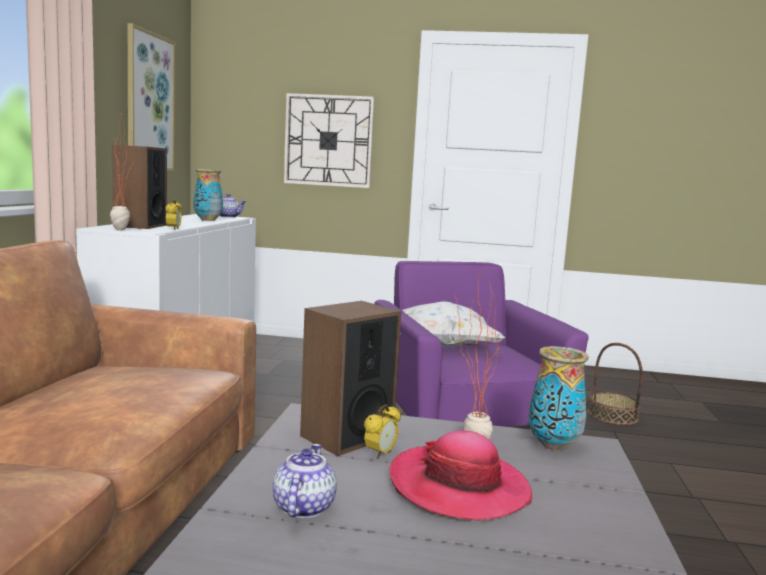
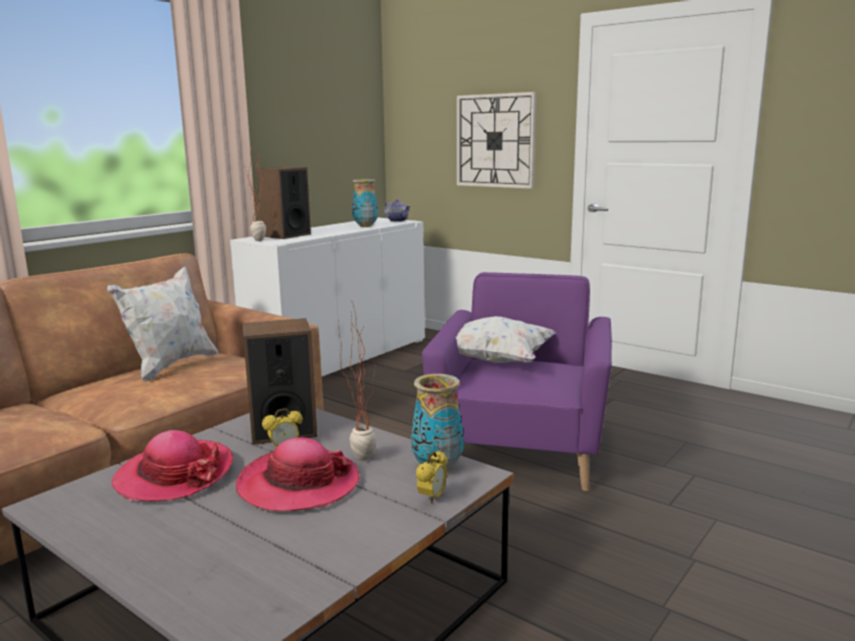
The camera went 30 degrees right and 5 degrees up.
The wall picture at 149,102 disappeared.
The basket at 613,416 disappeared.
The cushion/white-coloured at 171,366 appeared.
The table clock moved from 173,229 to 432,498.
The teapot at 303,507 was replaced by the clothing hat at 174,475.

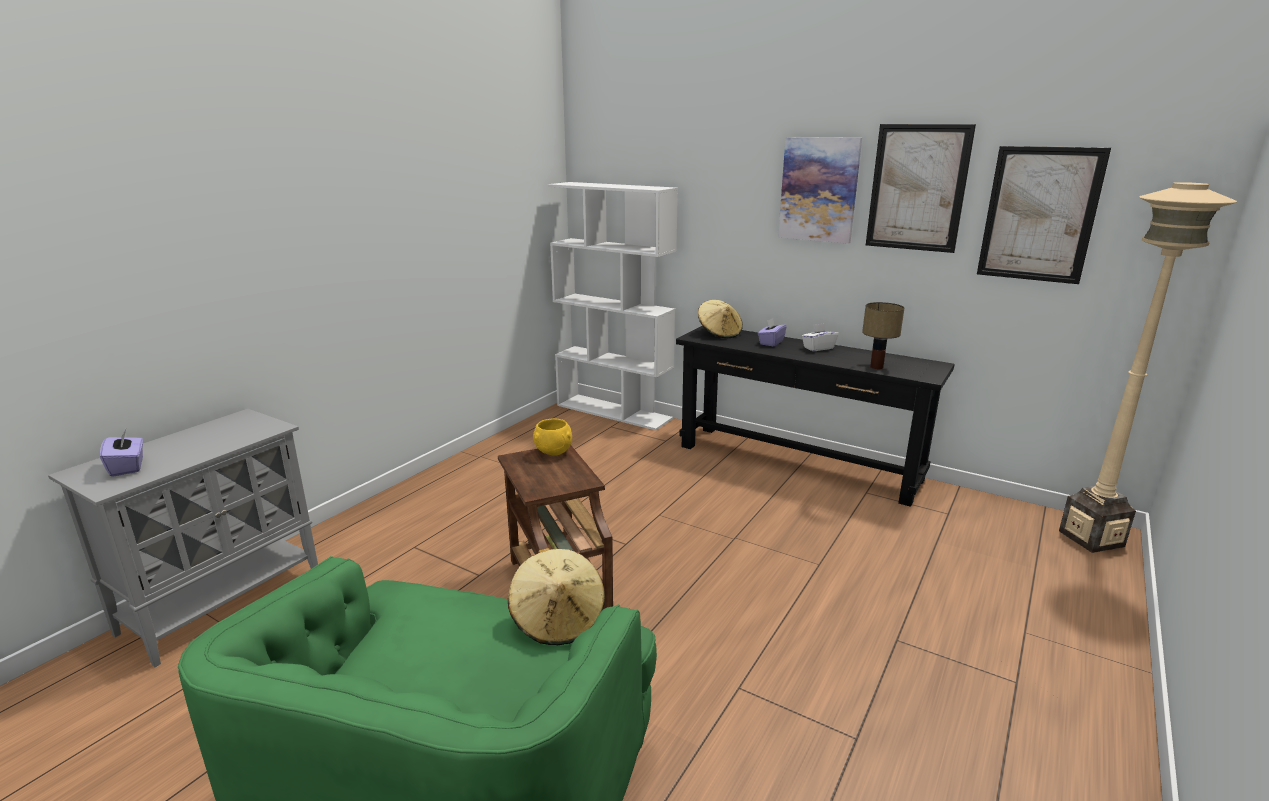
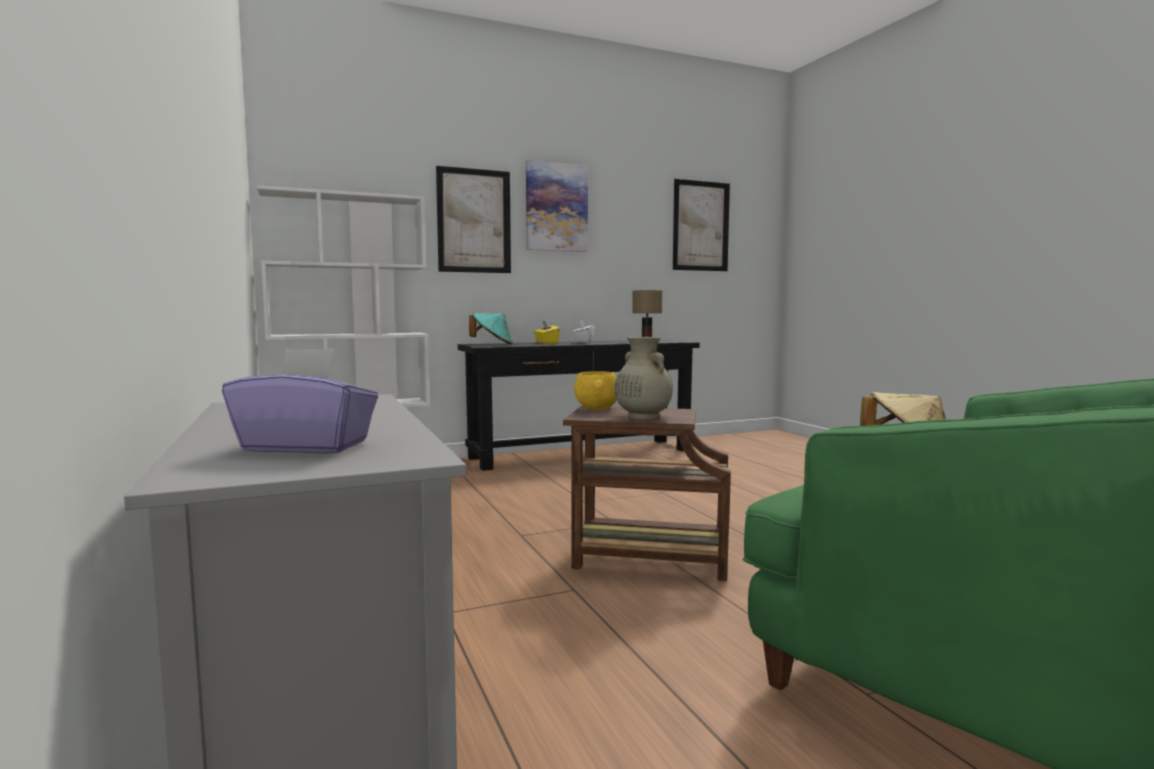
The camera went 55 degrees left and 15 degrees down.
The floor lamp/sand-coloured at 1091,538 disappeared.
The decorative vase/sand-coloured at 642,417 appeared.
The wall picture moved from 917,188 to 474,221.
The clothing hat/sand-coloured at 719,333 became the clothing hat/blue-green at 492,344.
The box of tissues/purple-coloured at 771,342 became the box of tissues/yellow at 546,343.

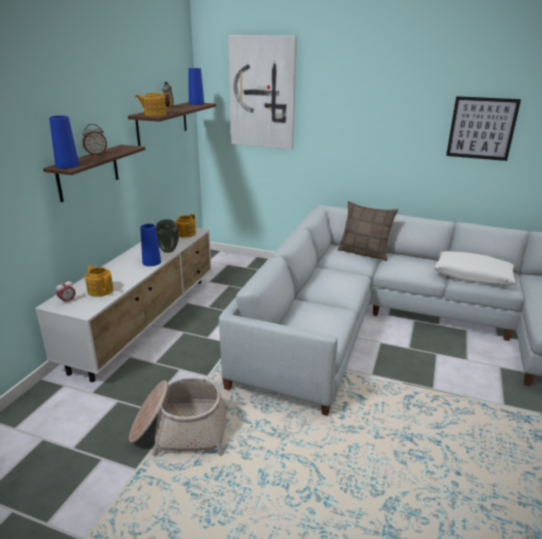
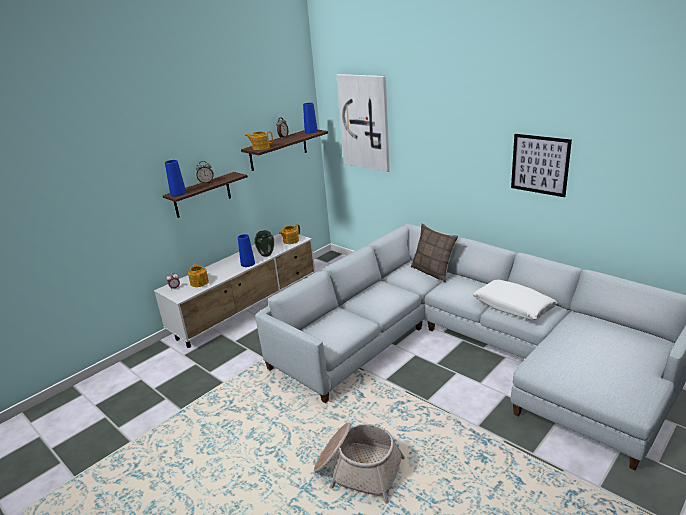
The camera went 25 degrees right and 0 degrees up.
The basket moved from 180,430 to 358,469.

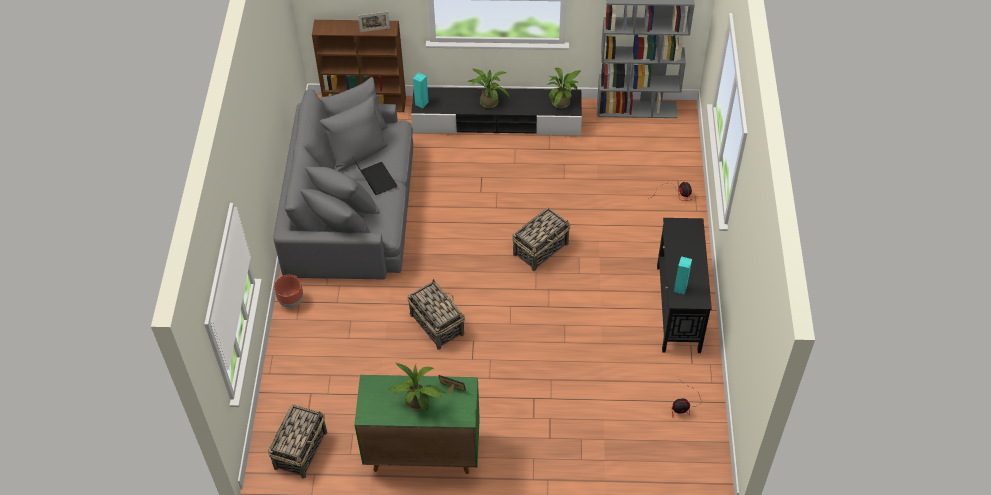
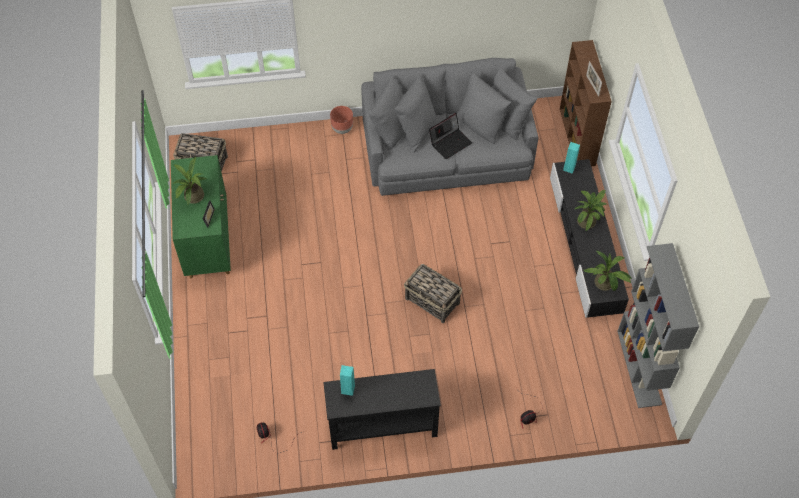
The camera went 80 degrees right and 5 degrees up.
The basket at 436,324 disappeared.

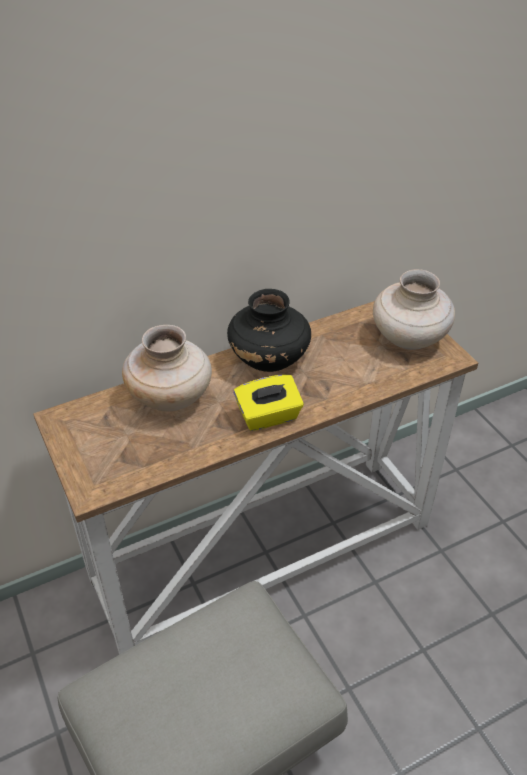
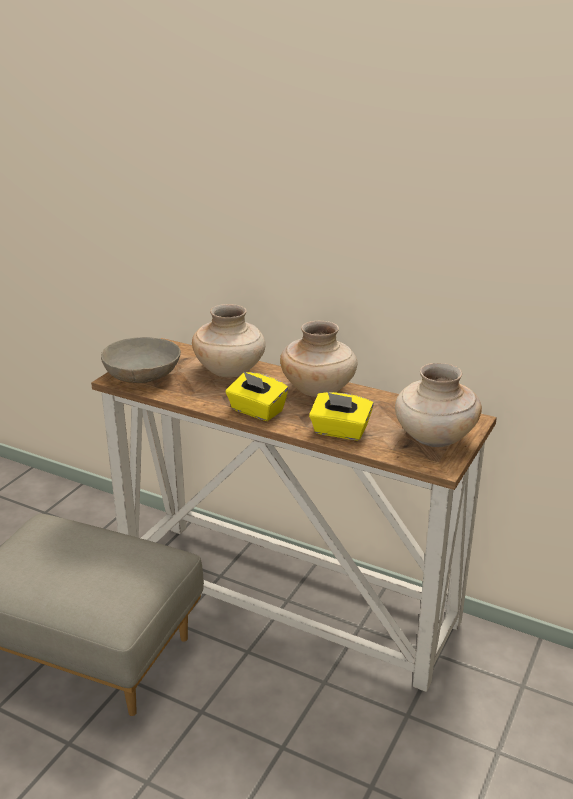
The camera went 55 degrees right and 15 degrees down.
The bowl/greyish at 143,375 appeared.
The box of tissues/yellow at 340,431 appeared.
The decorative vase/blackish at 269,360 became the decorative vase/sand-coloured at 318,390.

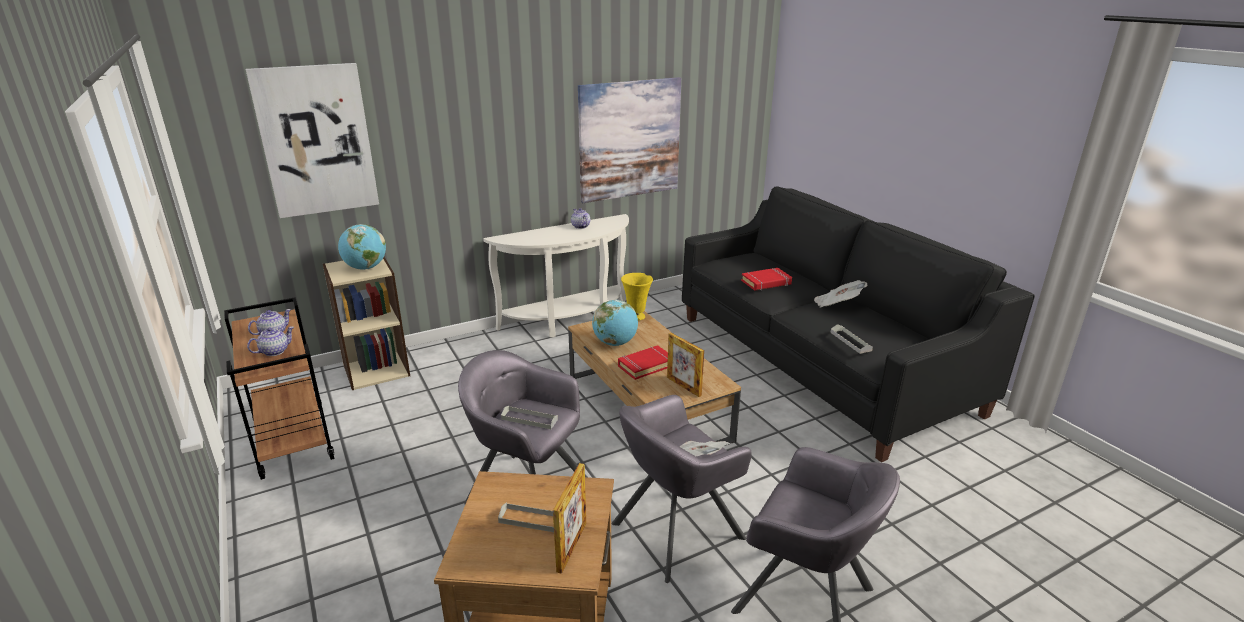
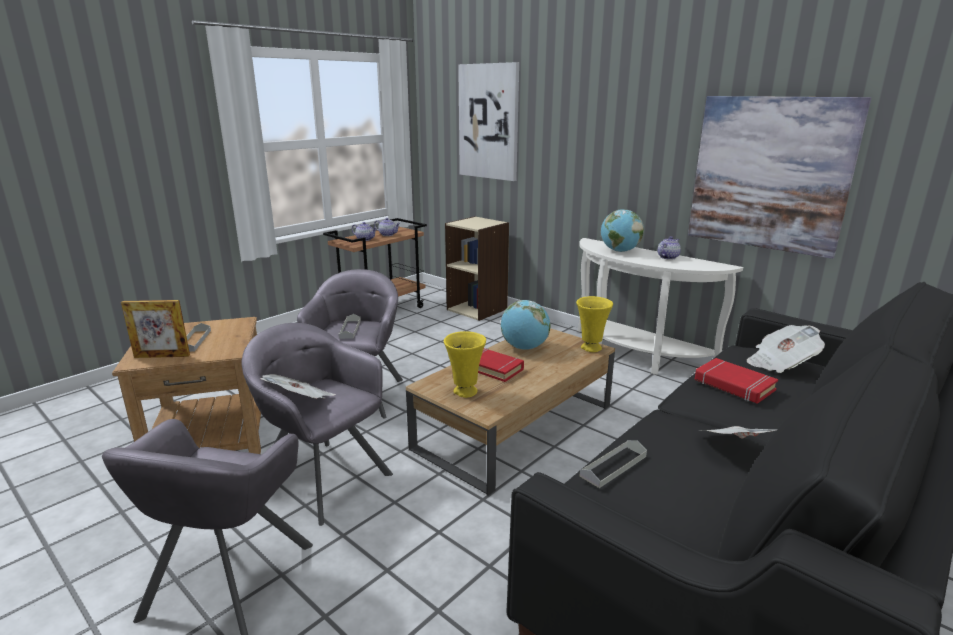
The camera went 70 degrees right and 5 degrees down.
The newspaper at 780,364 appeared.
The desk globe moved from 365,268 to 619,251.
The photo frame at 683,386 was replaced by the decorative vase/yellow at 465,392.

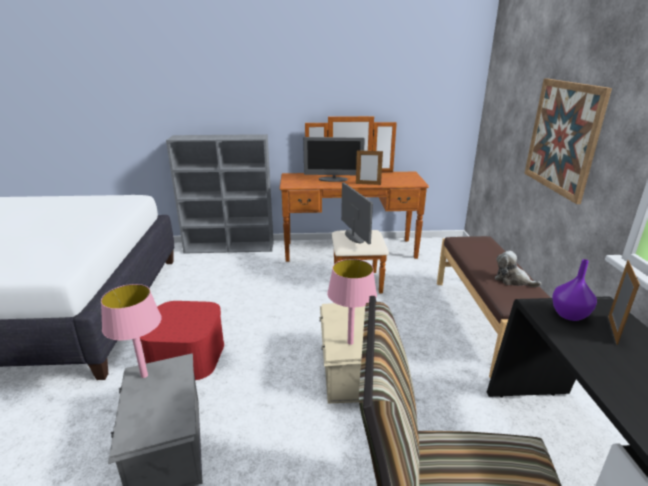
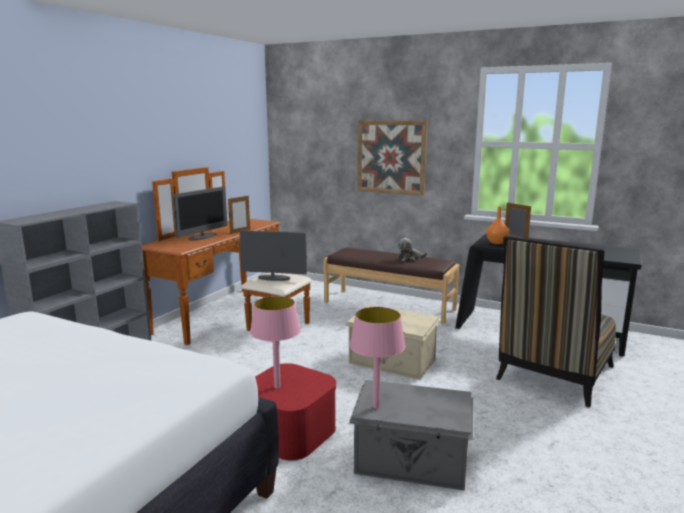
The camera went 60 degrees left and 10 degrees down.
The tabletop lamp/pink-coloured moved from 350,342 to 277,386.
The decorative vase/purple-coloured at 568,315 became the decorative vase/orangey at 497,242.

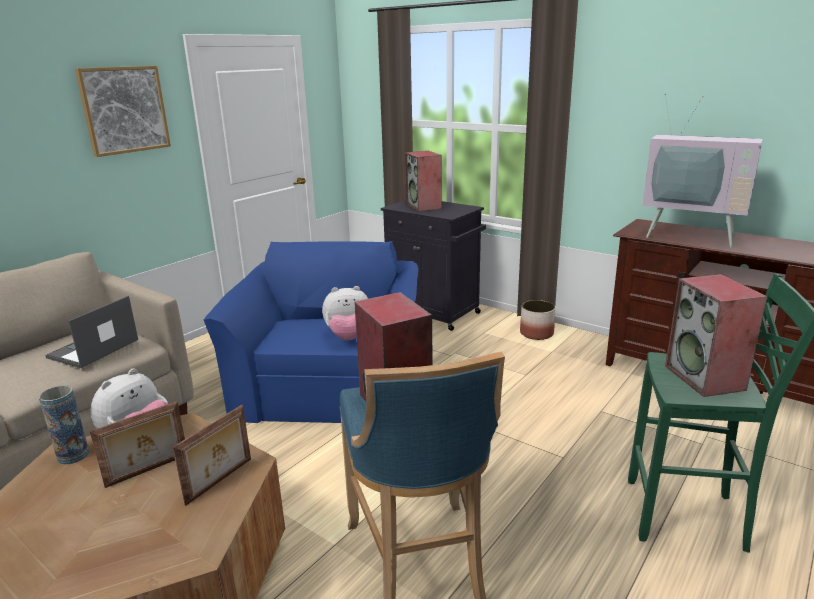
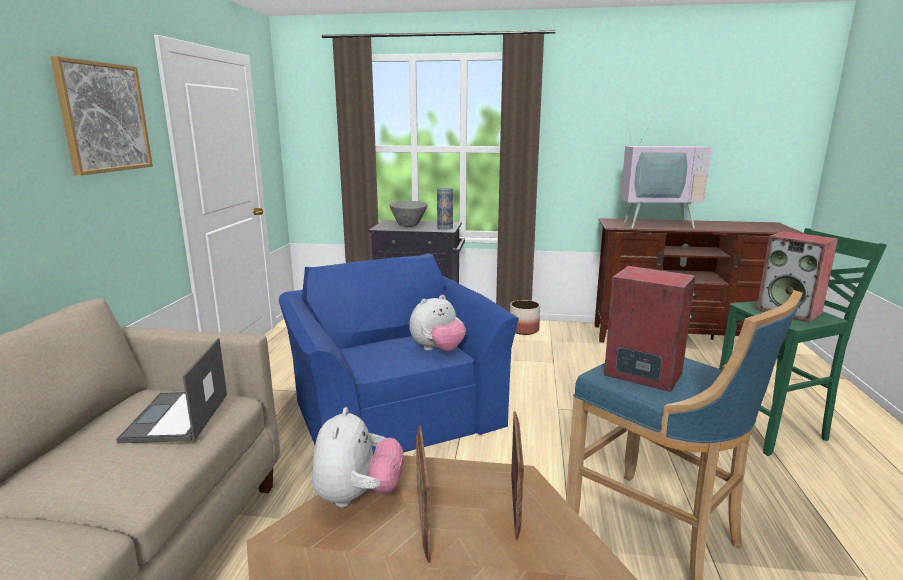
The camera went 30 degrees left and 5 degrees down.
The decorative vase moved from 73,455 to 445,228.
The speaker at 424,206 was replaced by the bowl/greyish at 409,225.
The photo frame at 148,471 turned 150 degrees clockwise.

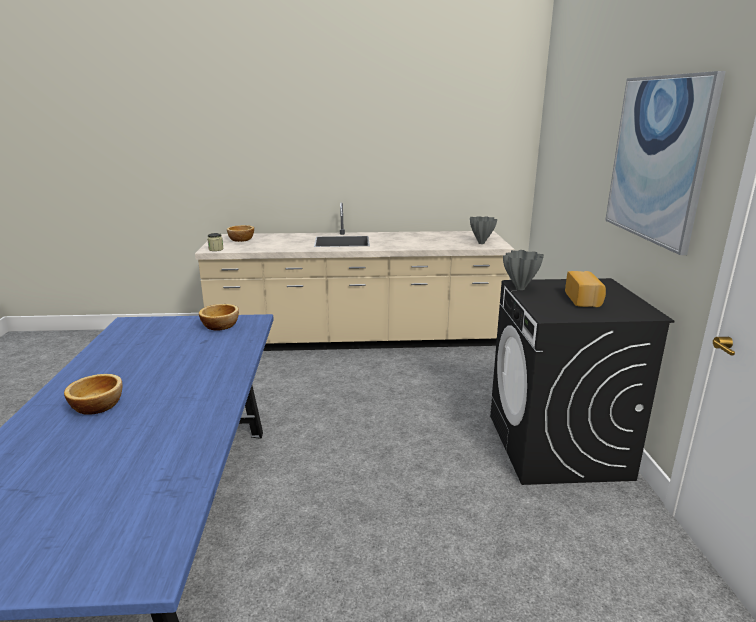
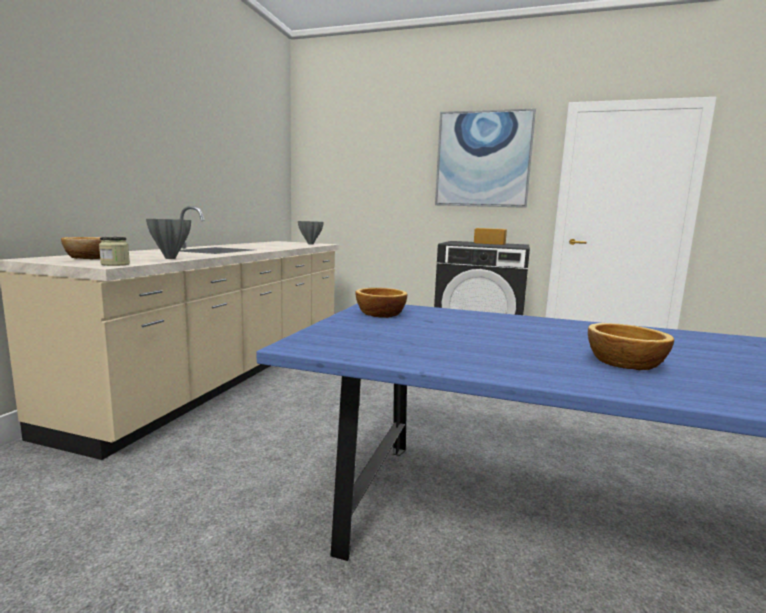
The camera went 70 degrees left and 10 degrees down.
The decorative vase/greyish moved from 521,288 to 171,258.

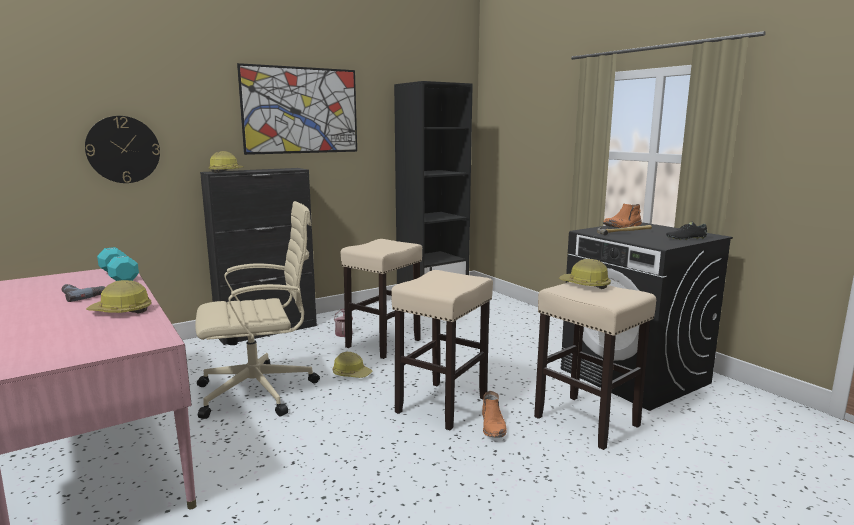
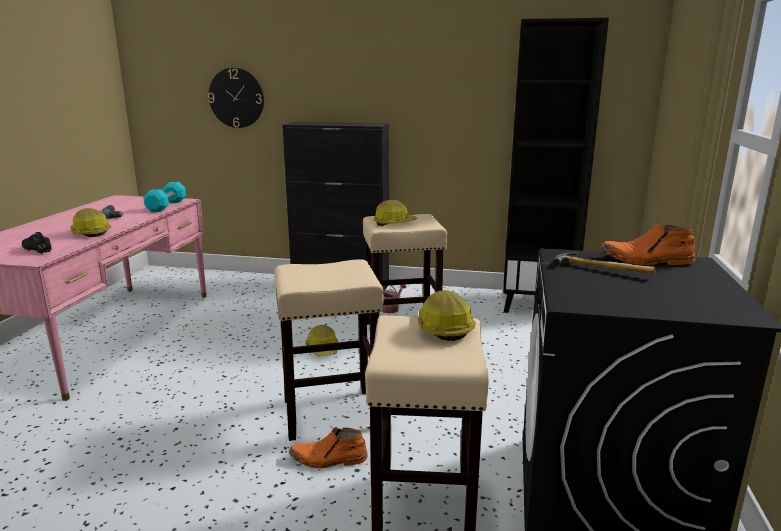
The camera went 45 degrees right and 5 degrees up.
The office chair/sand-coloured at 260,391 disappeared.
The wall picture at 301,110 disappeared.
The safety helmet moved from 226,171 to 394,223.
The shoe/blackish moved from 686,239 to 37,250.
The high-top boot/orangey at 493,426 turned 45 degrees clockwise.

